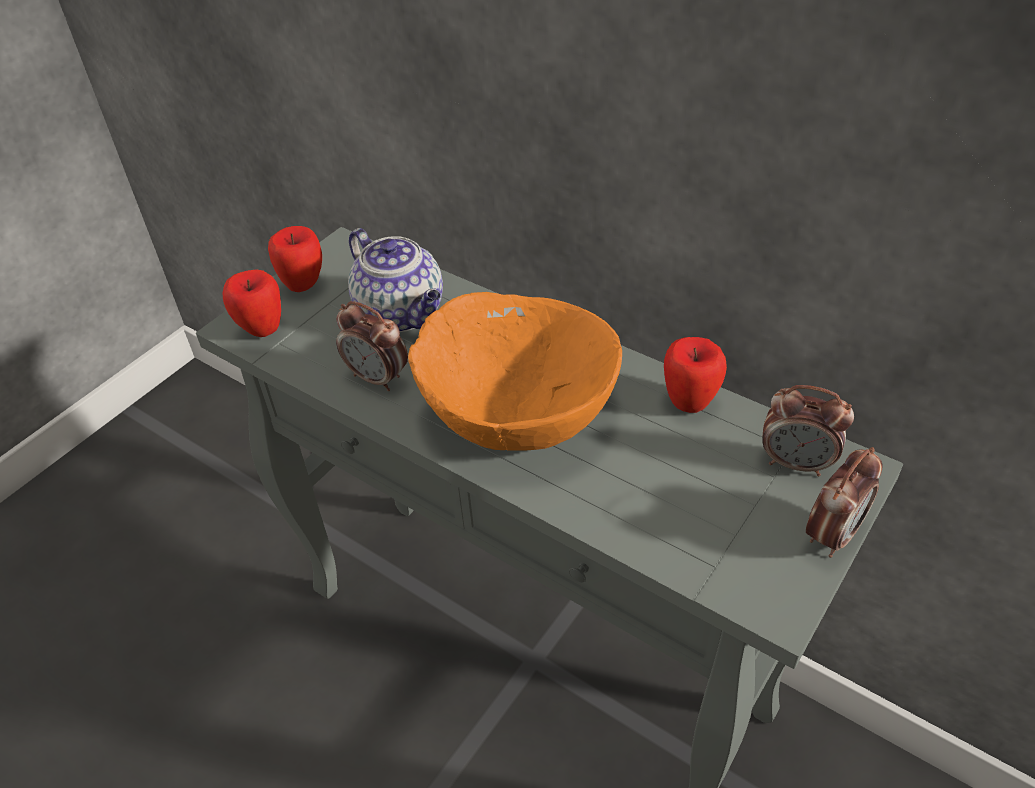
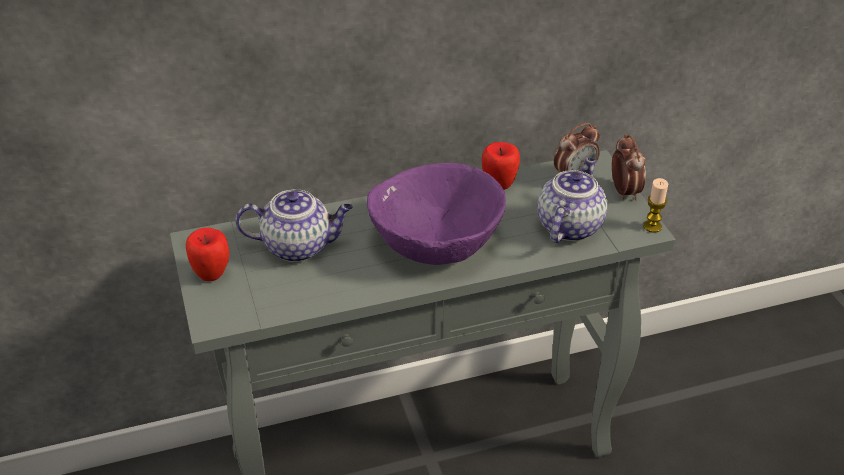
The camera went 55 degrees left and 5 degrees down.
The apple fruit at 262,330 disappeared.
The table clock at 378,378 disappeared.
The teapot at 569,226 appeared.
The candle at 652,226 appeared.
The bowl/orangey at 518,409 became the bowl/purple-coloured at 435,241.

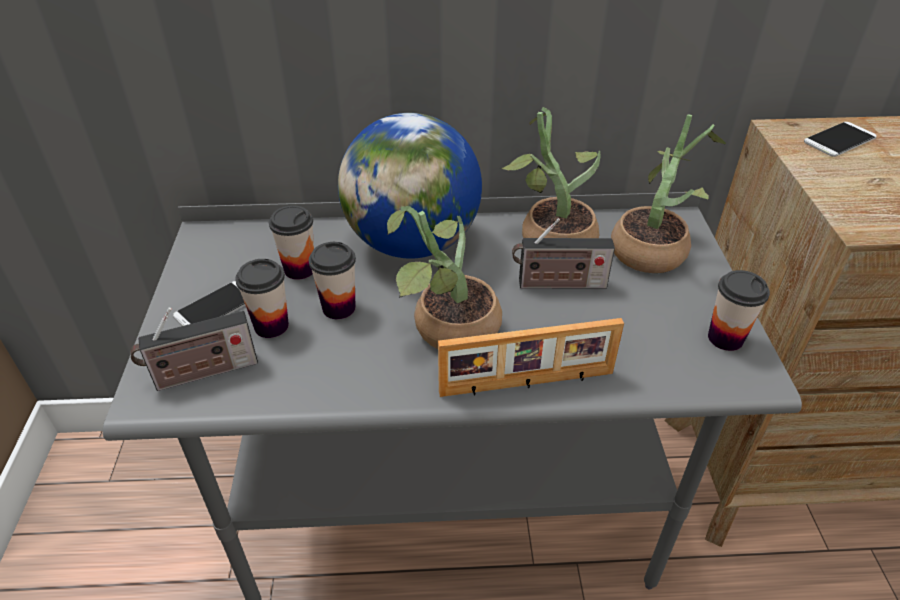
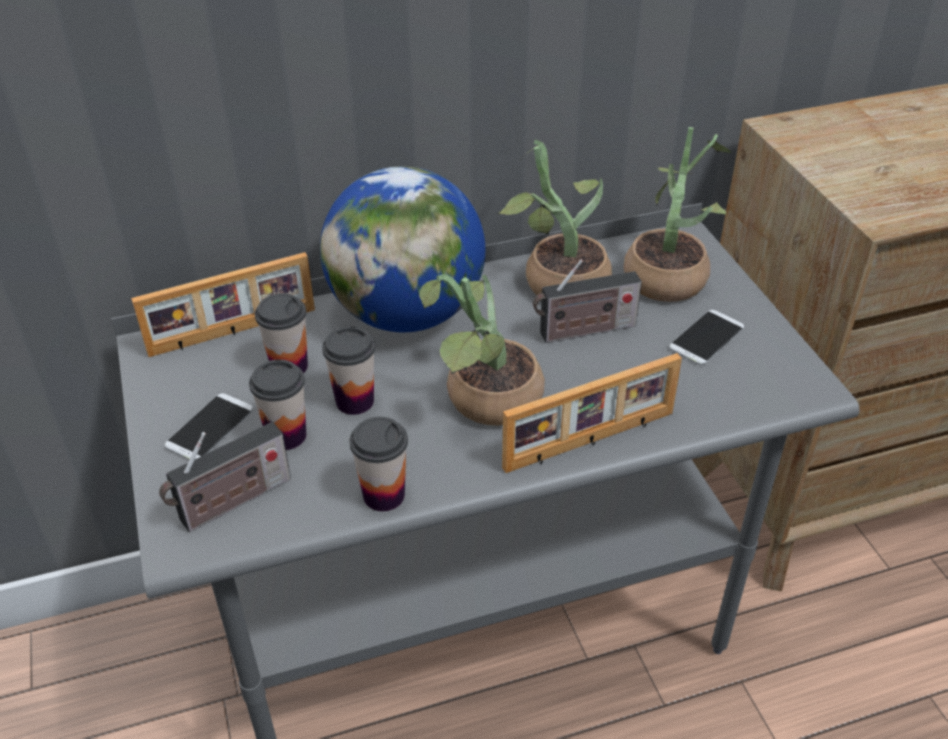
The camera went 15 degrees left and 0 degrees up.
The photo frame at 233,332 appeared.
The cup moved from 725,338 to 384,495.
The handset moved from 839,140 to 706,338.

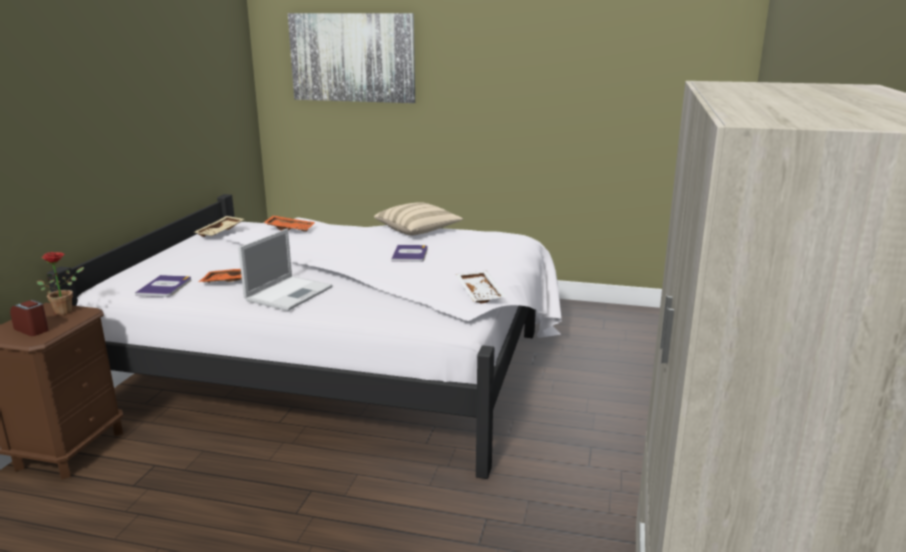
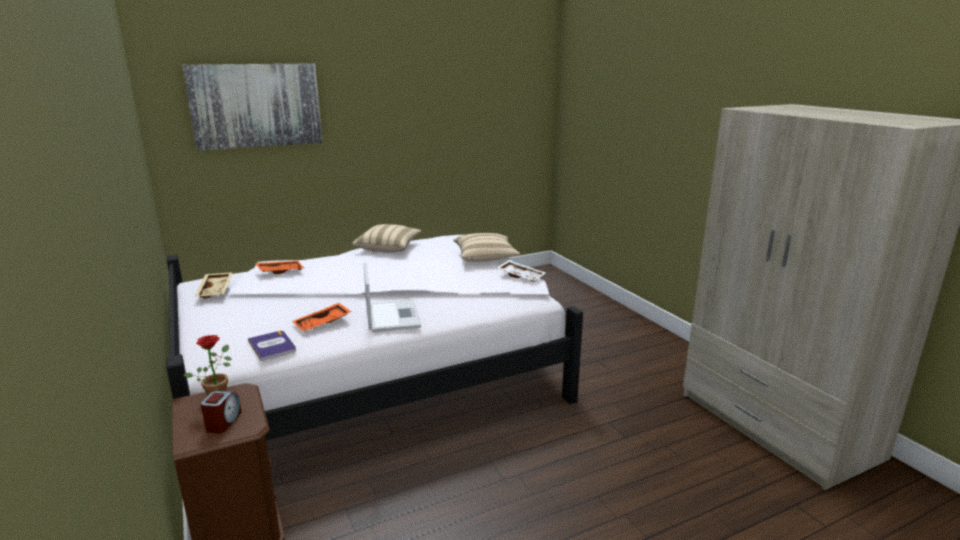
The camera went 40 degrees left and 0 degrees up.
The bound book at 410,254 disappeared.
The cushion/sand-coloured at 485,258 appeared.
The table clock at 32,329 turned 105 degrees clockwise.

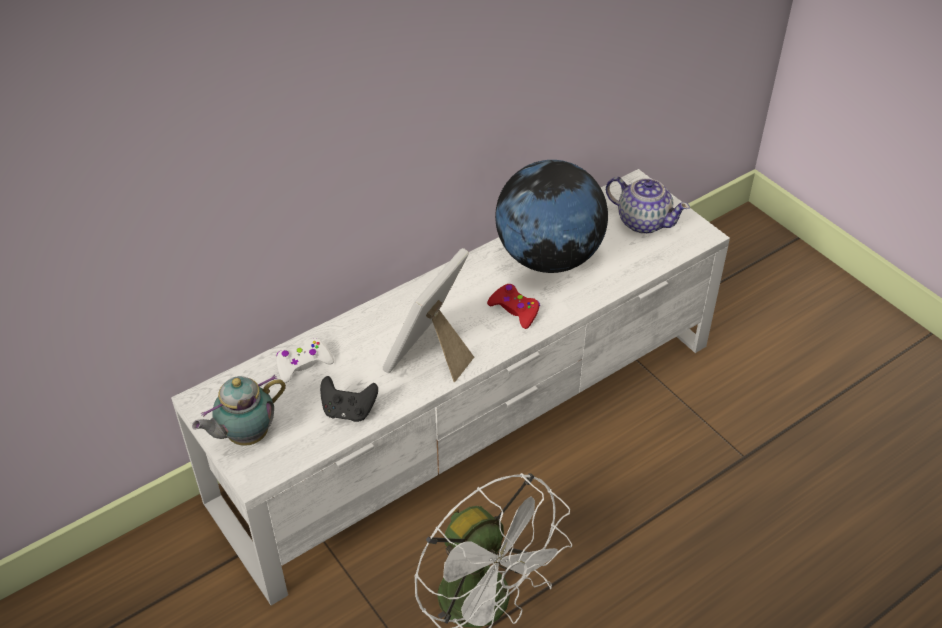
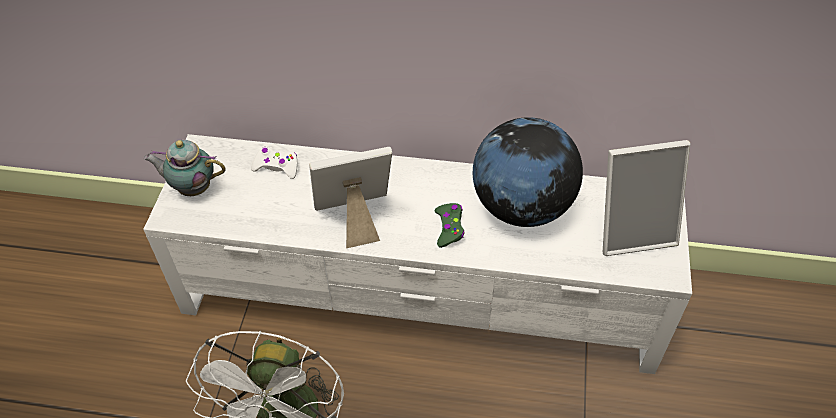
The camera went 45 degrees right and 5 degrees up.
The gamepad/blackish at 349,411 disappeared.
The teapot at 643,221 was replaced by the photo frame at 632,229.
The gamepad/red-coloured at 515,310 became the gamepad/green at 449,228.

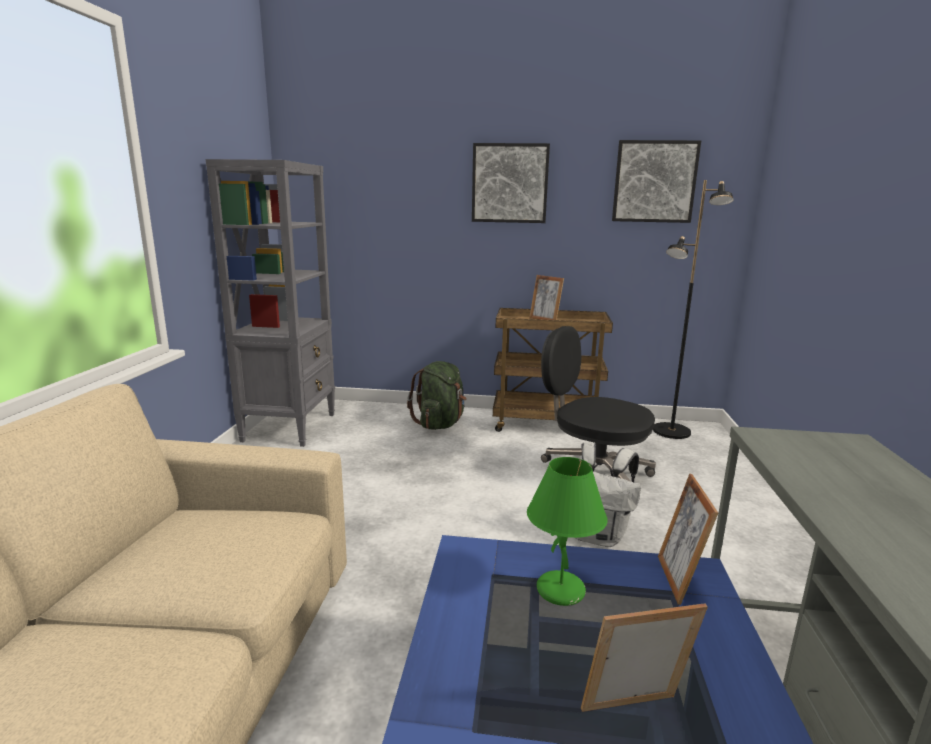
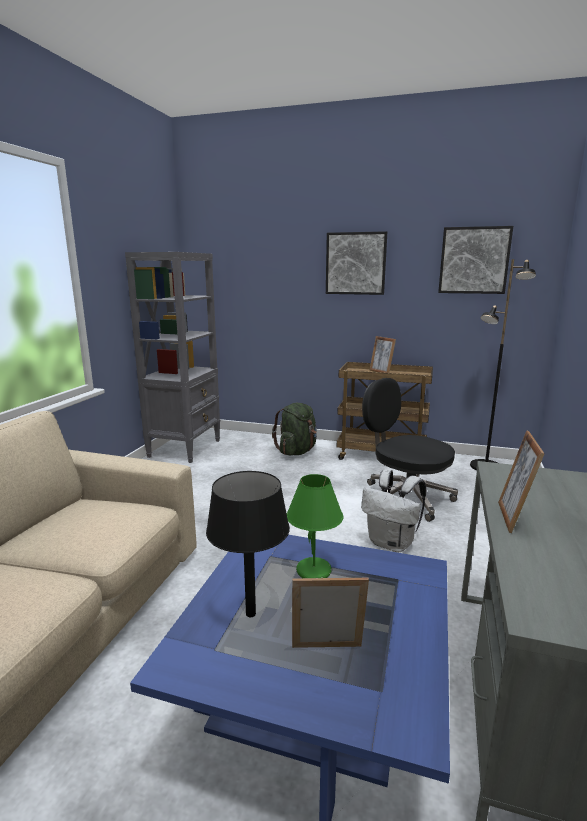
The camera went 10 degrees right and 0 degrees up.
The tabletop lamp/blackish at 250,614 appeared.
The photo frame moved from 678,580 to 513,518.

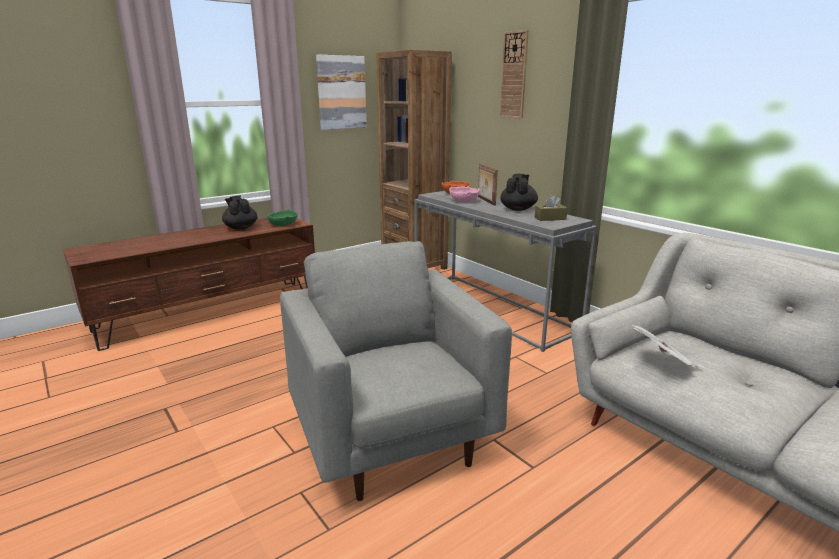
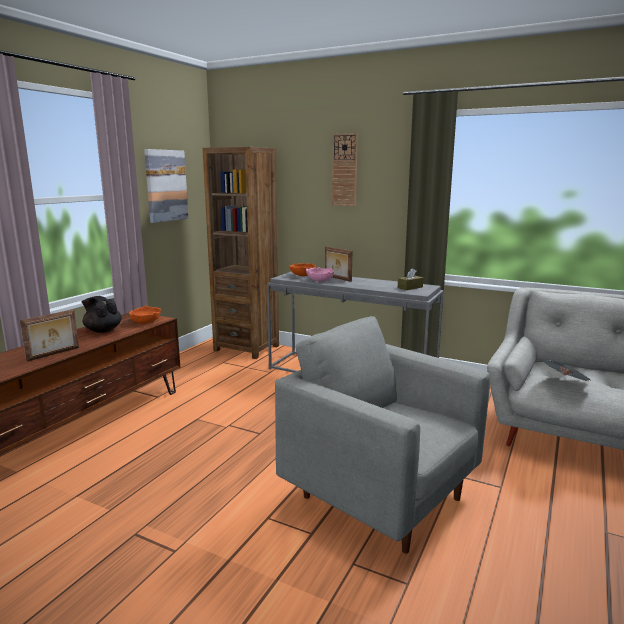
The camera went 25 degrees left and 5 degrees down.
The teapot/blackish at 518,209 disappeared.
The photo frame at 54,354 appeared.
The bowl/green at 282,225 became the bowl/orangey at 145,322.

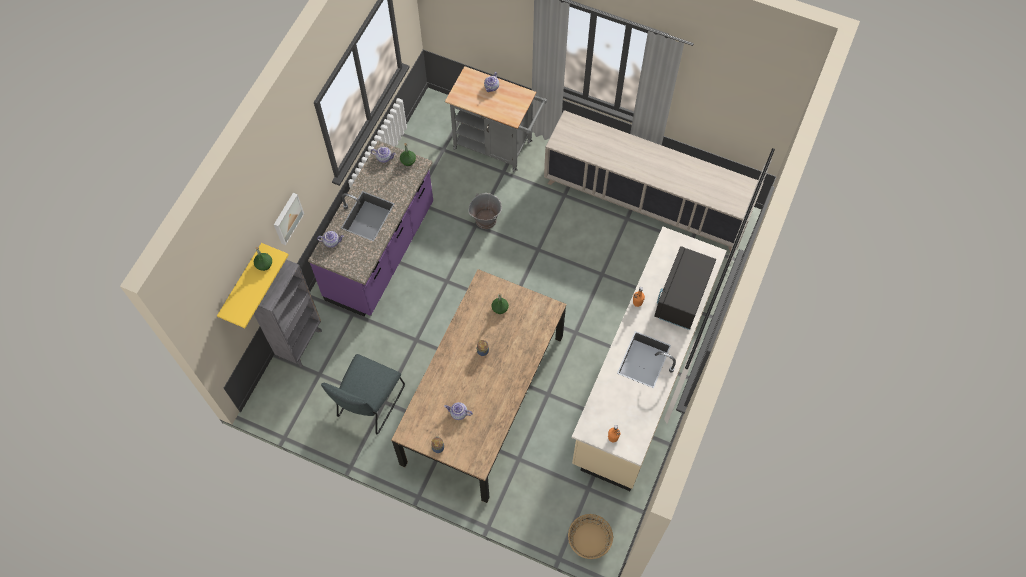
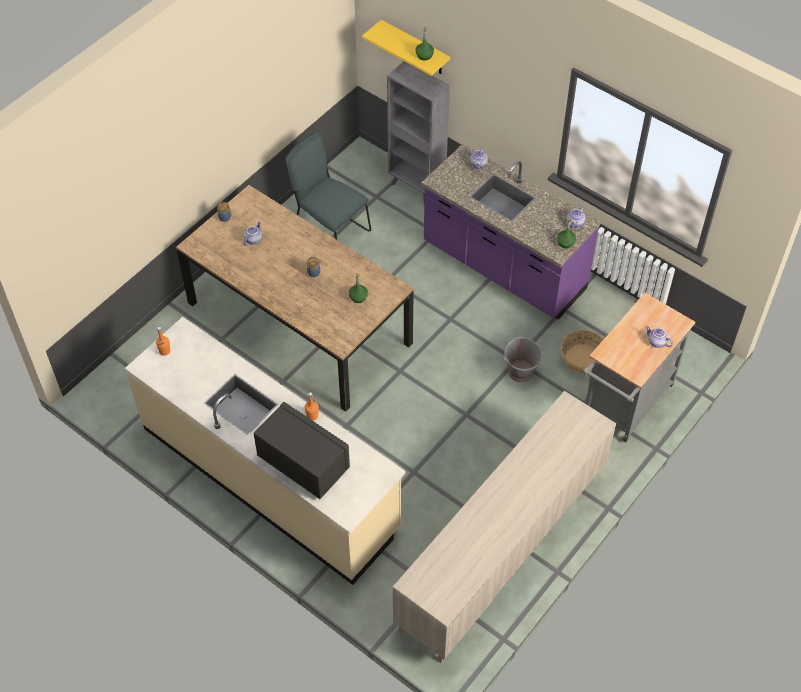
The camera went 105 degrees right and 10 degrees down.
The wall picture at 287,218 disappeared.
The basket moved from 589,540 to 582,358.

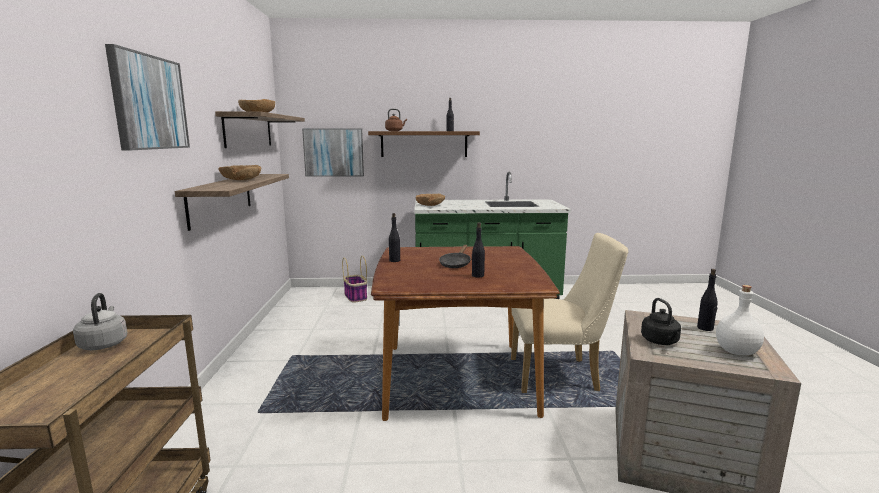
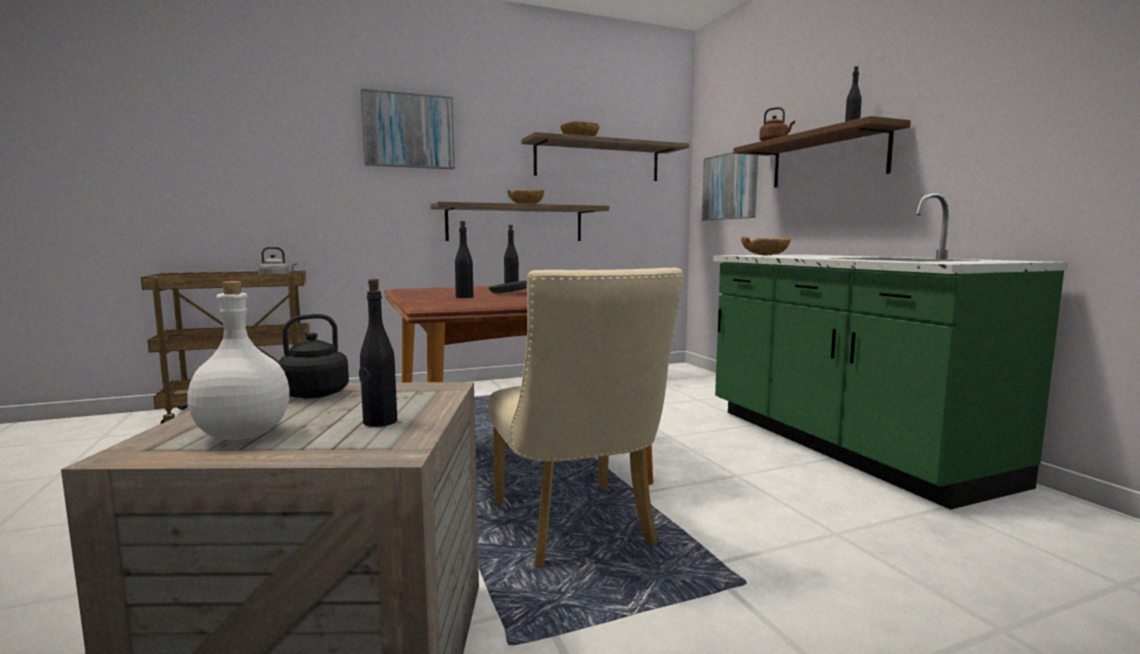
The camera went 70 degrees right and 5 degrees down.
The basket at 356,297 disappeared.

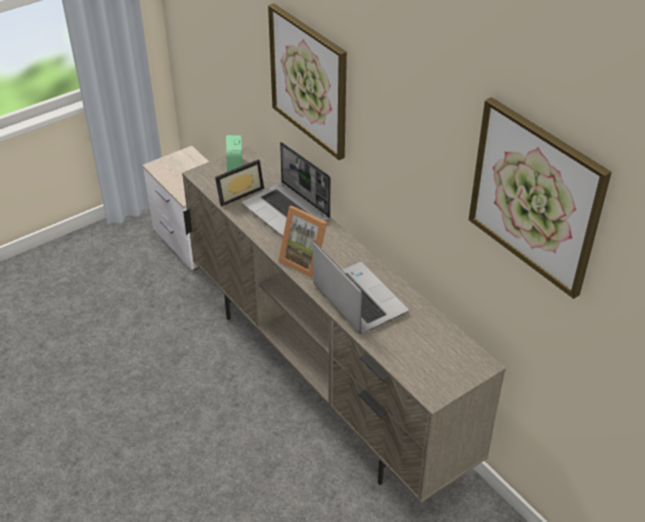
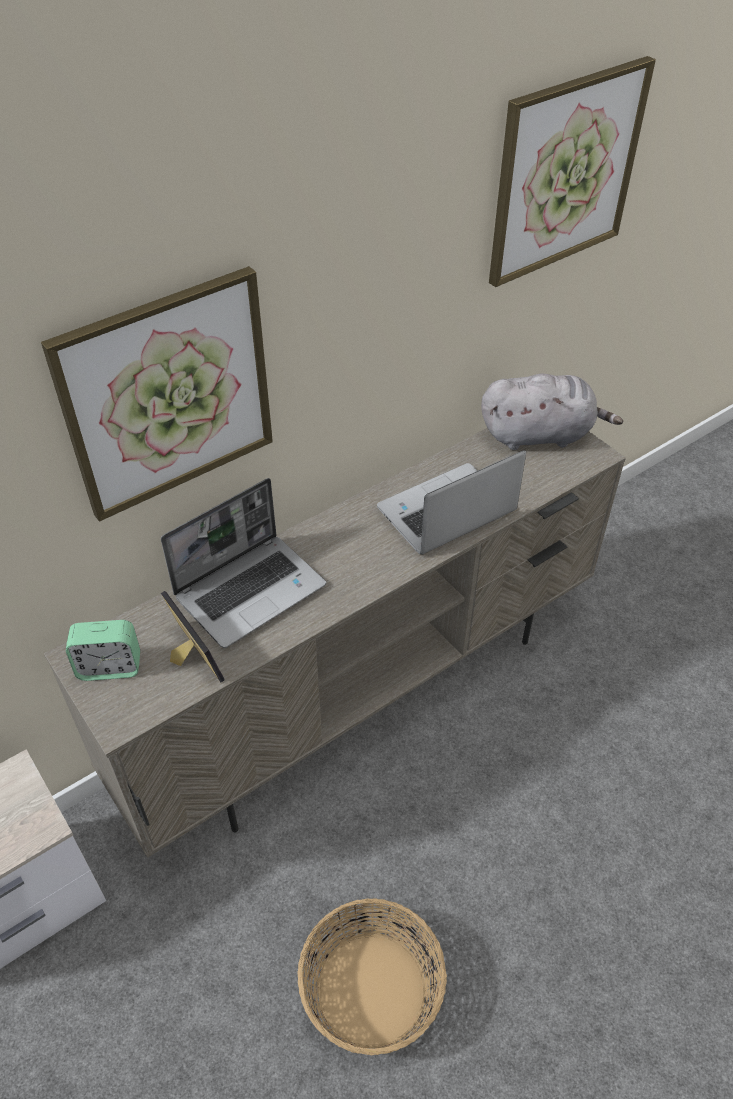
The camera went 90 degrees left and 5 degrees up.
The photo frame at 305,260 disappeared.
The basket at 370,989 appeared.
The plush toy/greyish at 540,435 appeared.

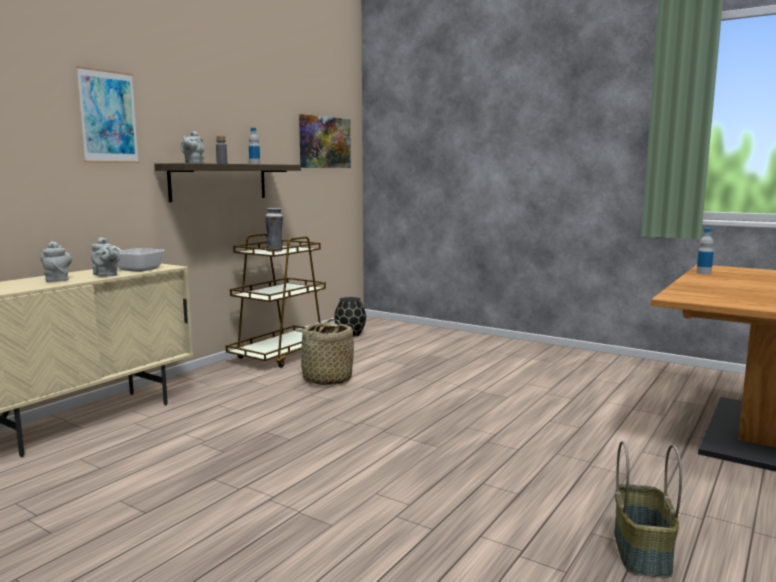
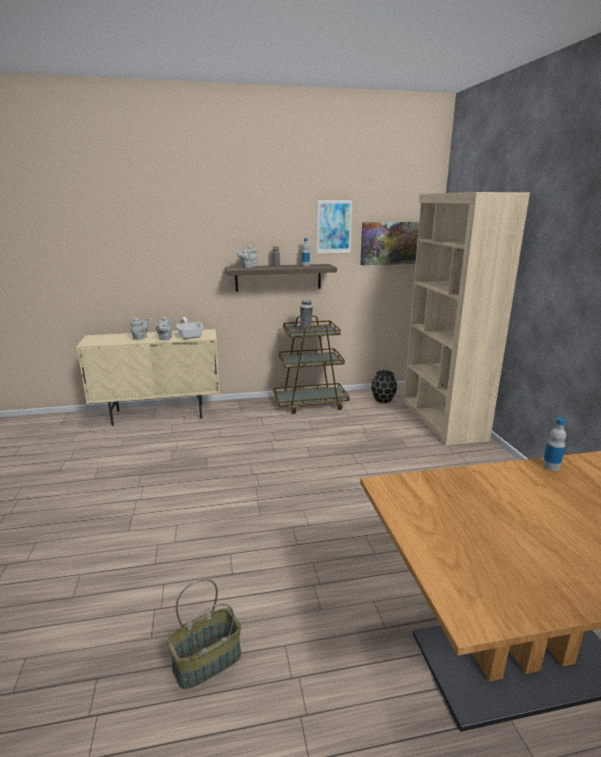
The camera went 45 degrees right and 10 degrees up.
The basket at 326,380 disappeared.
The bookshelf/sand-coloured at 442,420 appeared.
The wall picture moved from 108,117 to 334,226.

